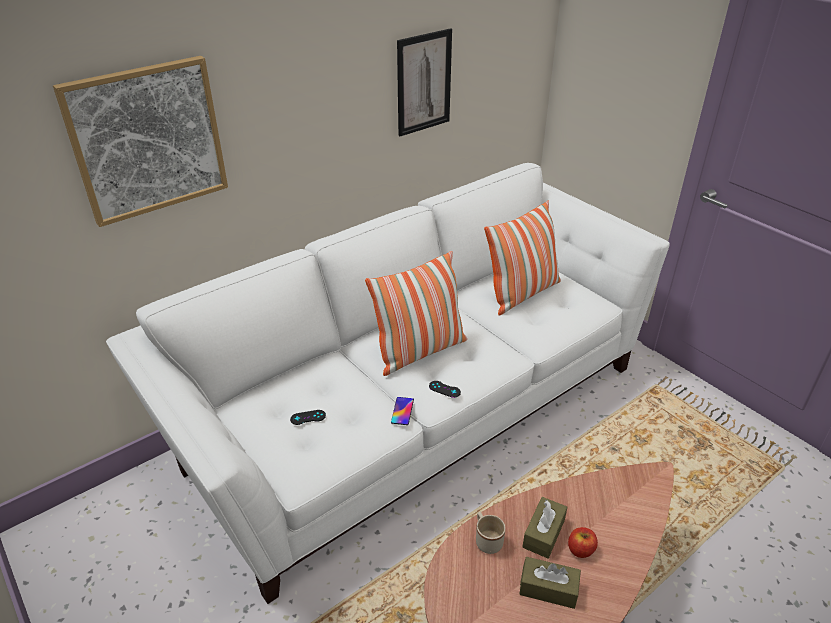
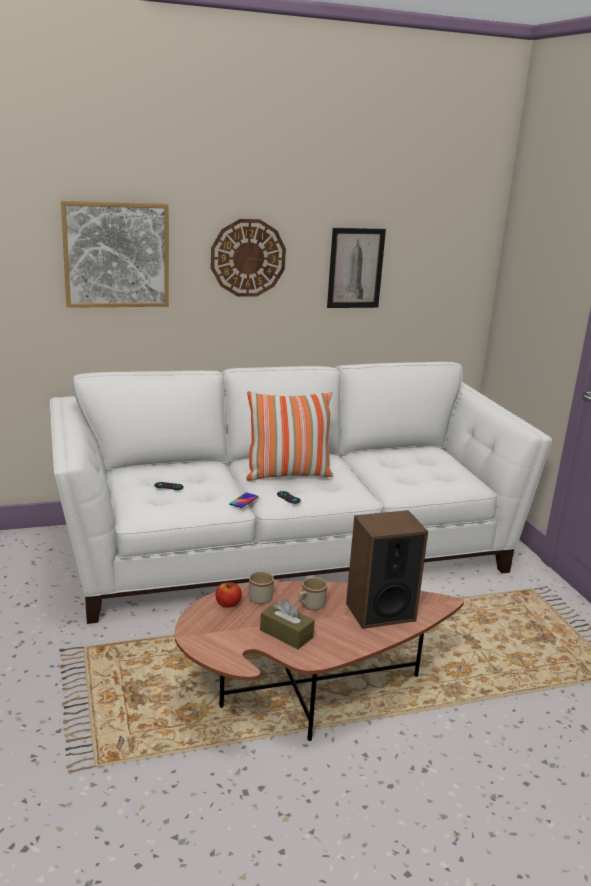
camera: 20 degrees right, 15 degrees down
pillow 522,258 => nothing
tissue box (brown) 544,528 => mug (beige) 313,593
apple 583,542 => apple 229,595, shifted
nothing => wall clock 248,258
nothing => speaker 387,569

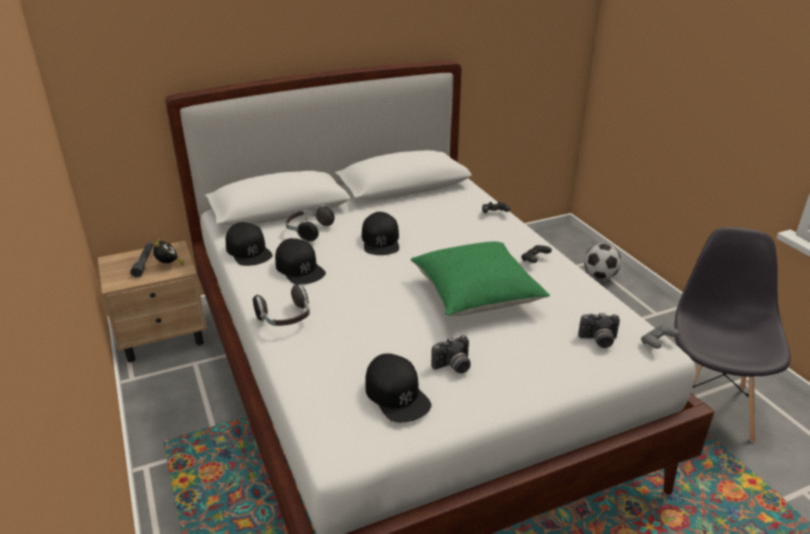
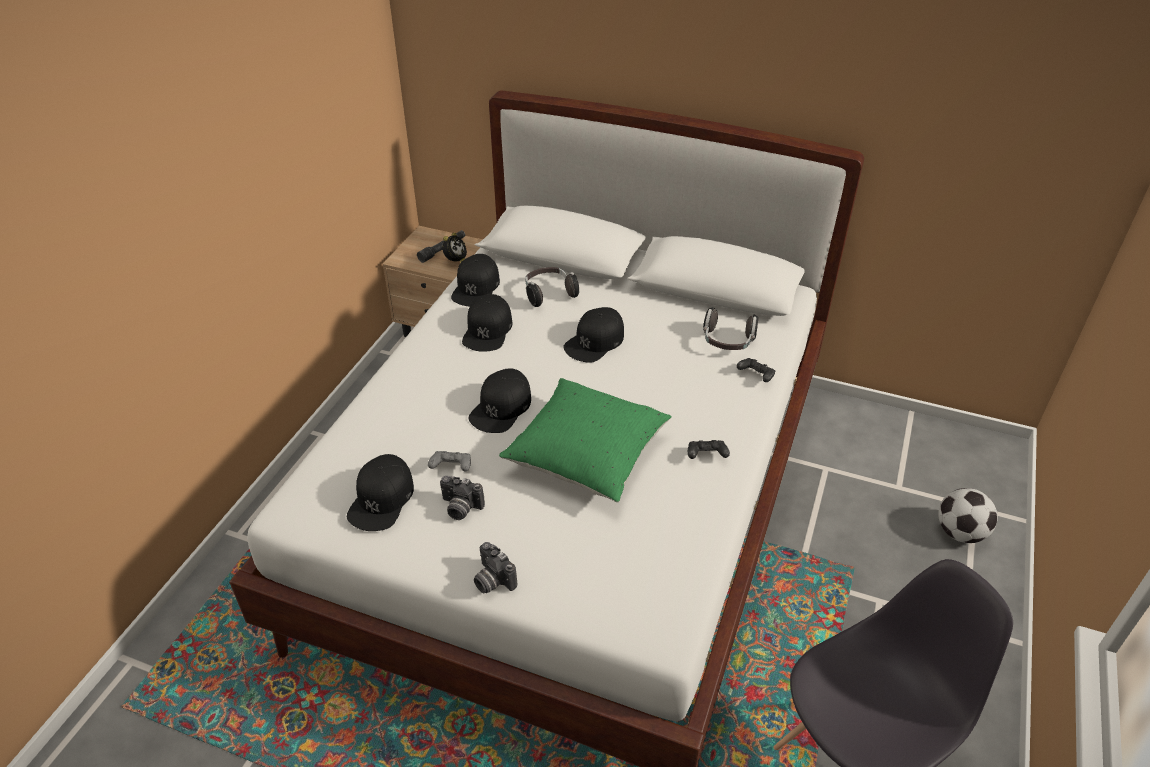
camera: 45 degrees right, 10 degrees up
headphones 281,305 => headphones 730,328, shifted
photo camera 599,330 => photo camera 495,567, shifted
game controller (grey) 660,337 => game controller (grey) 449,461, shifted
nothing => cap (black) 500,400

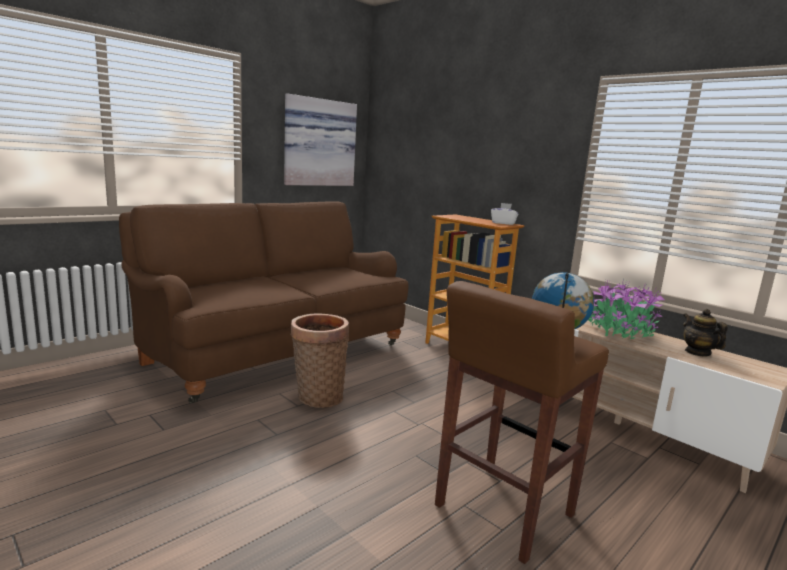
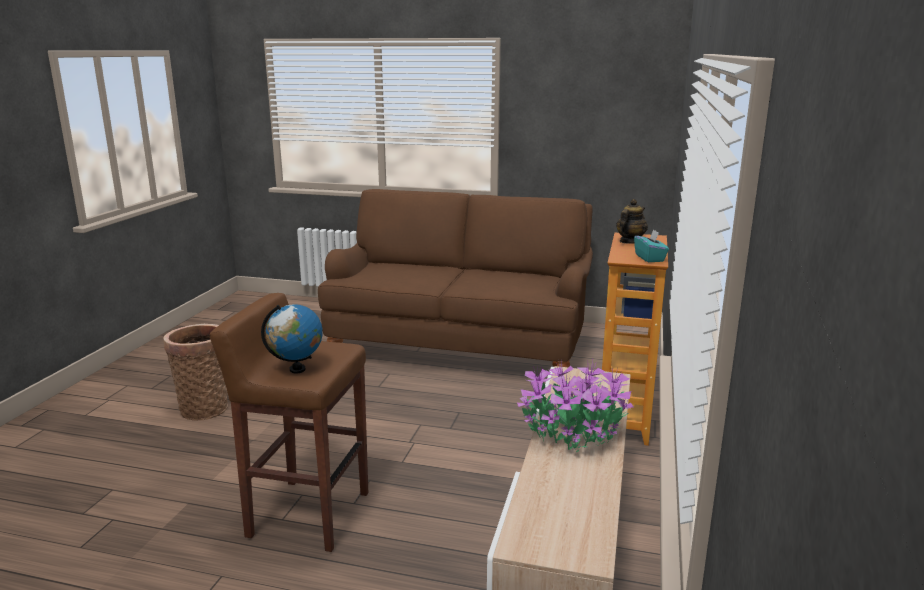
camera: 60 degrees right, 5 degrees up
picture 320,139 => nothing
basket 320,360 => basket 195,372, shifted
tissue box (white) 505,214 => tissue box (turquoise) 651,245
teapot 705,332 => teapot 632,221, shifted

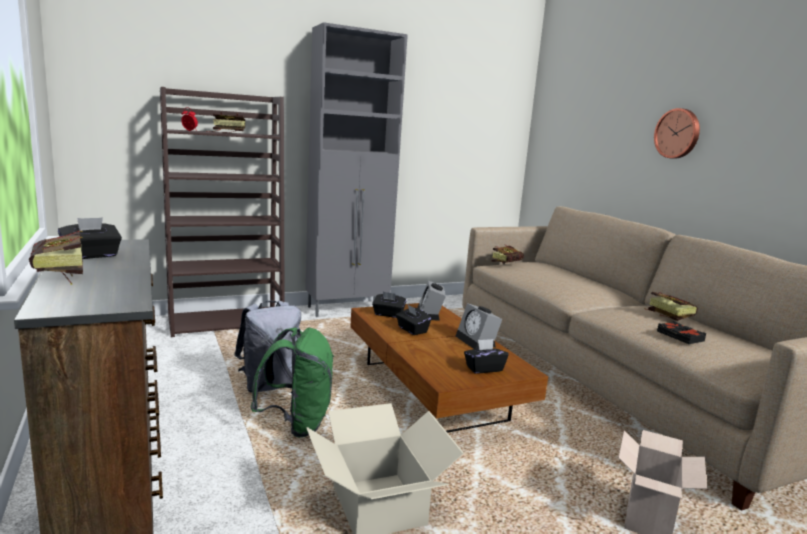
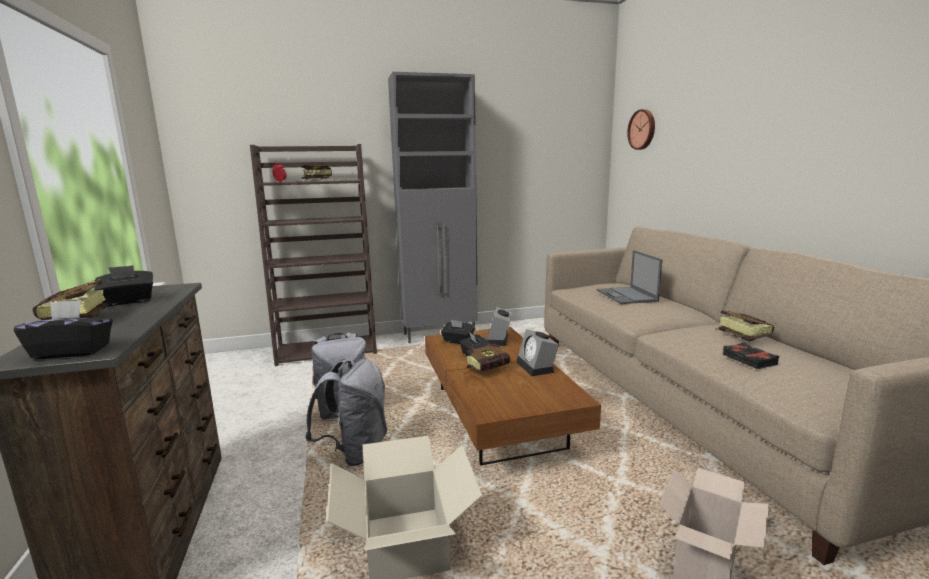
camera: 10 degrees right, 0 degrees up
backpack (green) 292,382 => backpack (grey) 346,412
tissue box (black) 486,356 => tissue box (black) 63,329, shifted
book 508,254 => book 488,357, shifted
wall clock 677,133 => wall clock 641,129, shifted
nothing => laptop 630,277

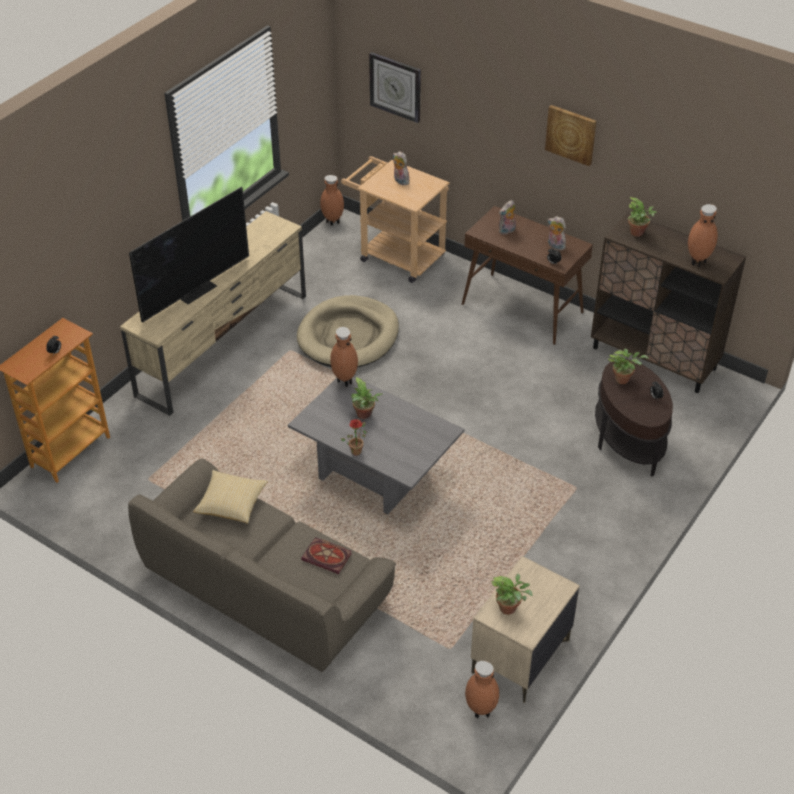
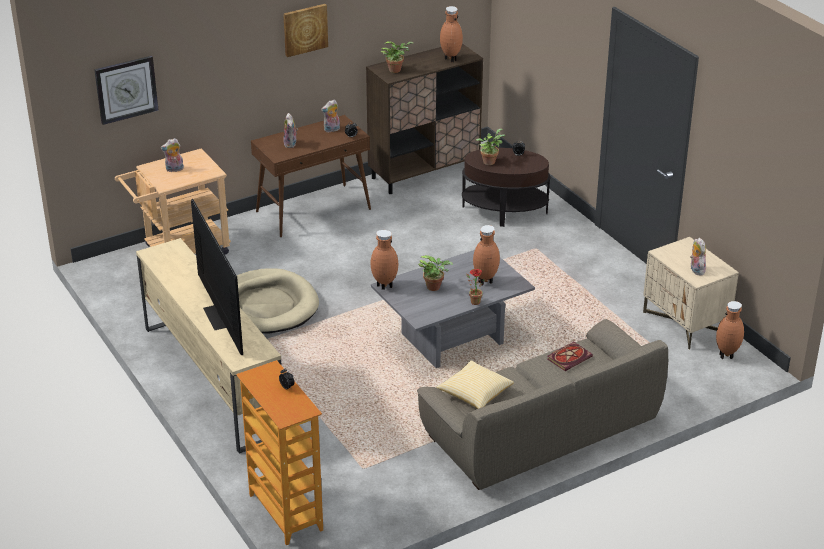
camera: 65 degrees left, 10 degrees down
vase (brown) 332,200 => vase (brown) 486,255, shifted
potted plant 512,594 => plush toy 698,257

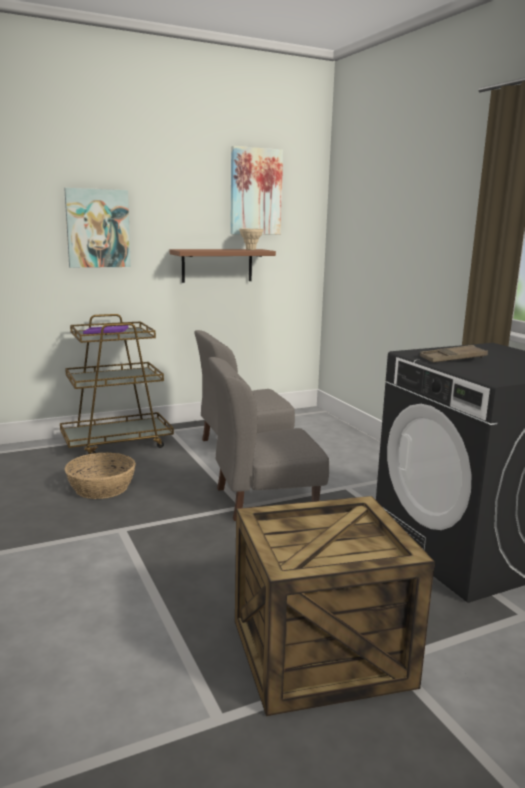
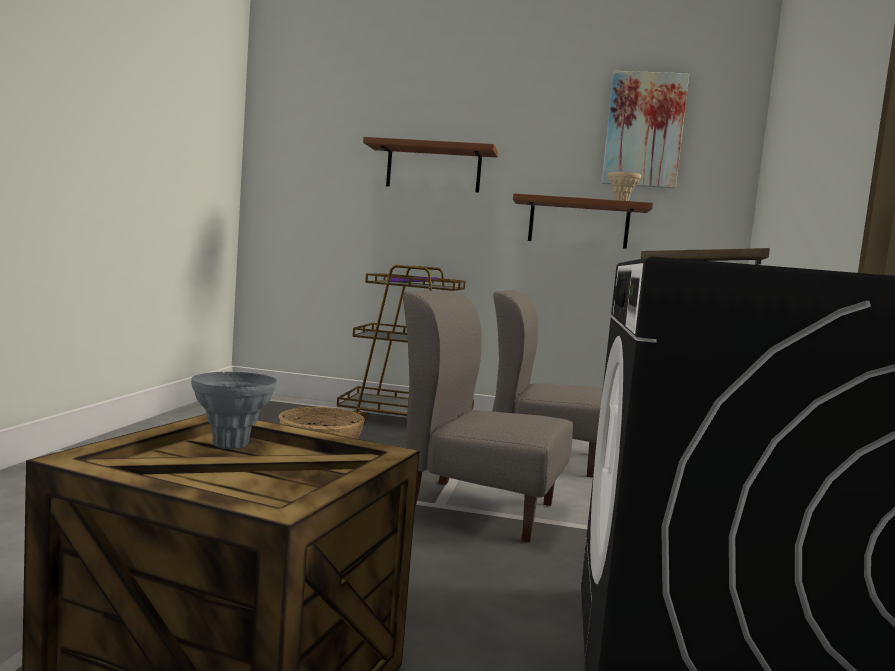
camera: 35 degrees right, 10 degrees down
picture 97,228 => shelf (brown) 430,165
nothing => vase (grey) 234,410

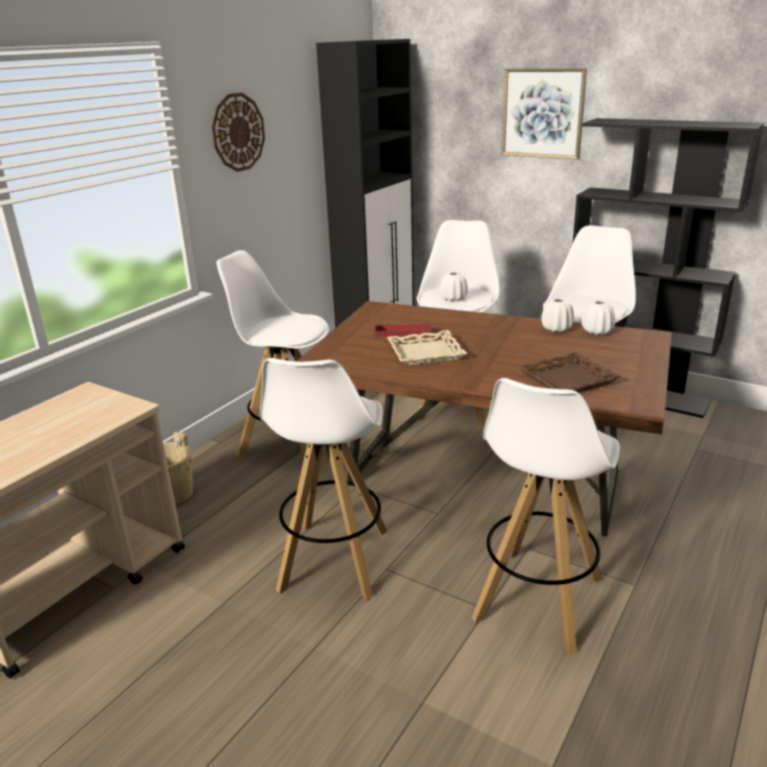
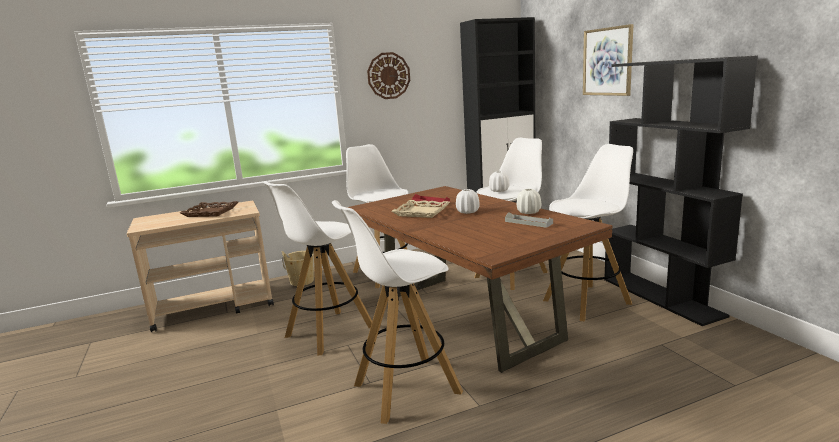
camera: 35 degrees right, 10 degrees down
tray (brown) 570,372 => tray (brown) 209,209, shifted
vase (white) 598,318 => vase (white) 468,201, shifted
nothing => tray (grey) 529,220

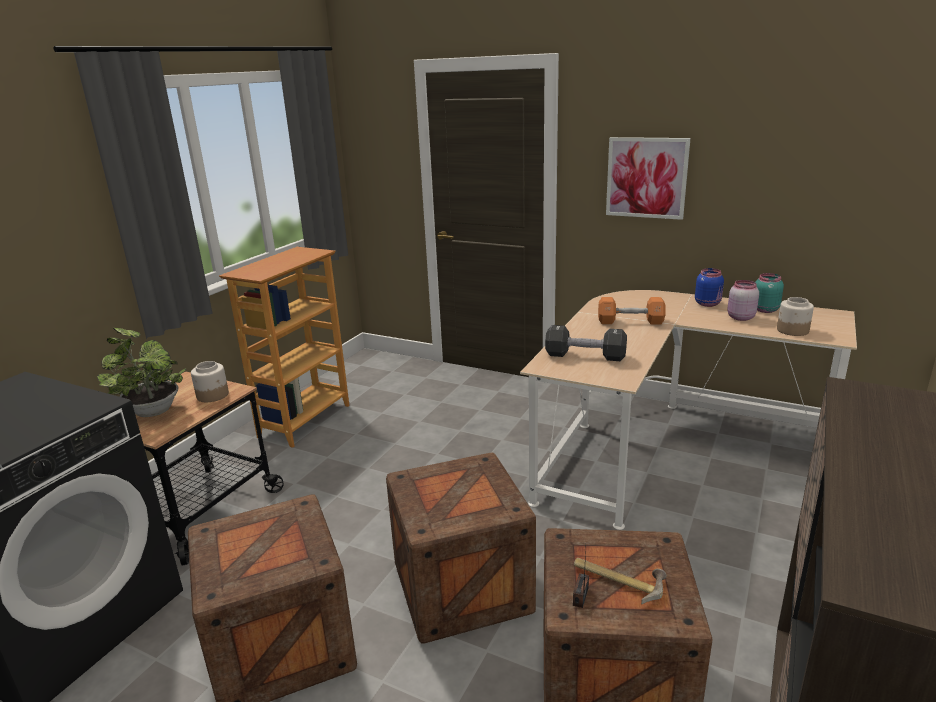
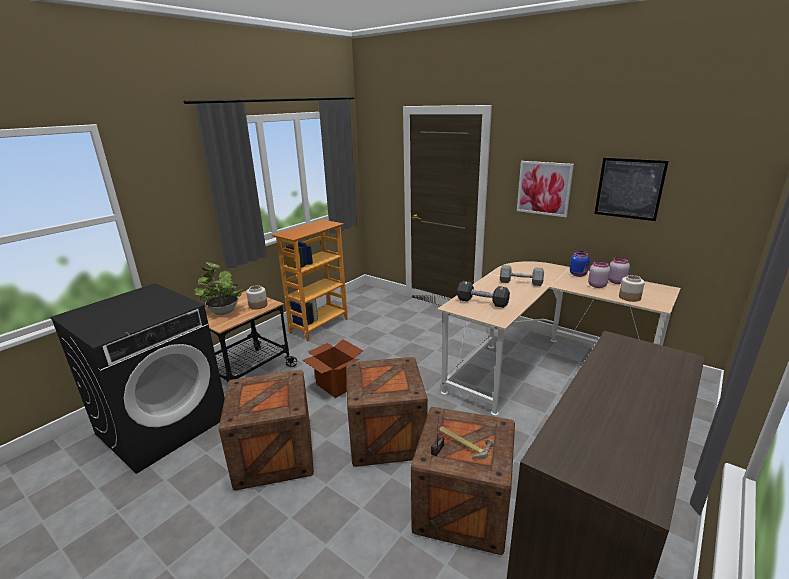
camera: 10 degrees right, 0 degrees up
dumbbell (orange) 632,311 => dumbbell (grey) 522,275
jar (turquoise) 769,293 => jar (pink) 619,270
nothing => cardboard box 332,368
nothing => picture 631,189

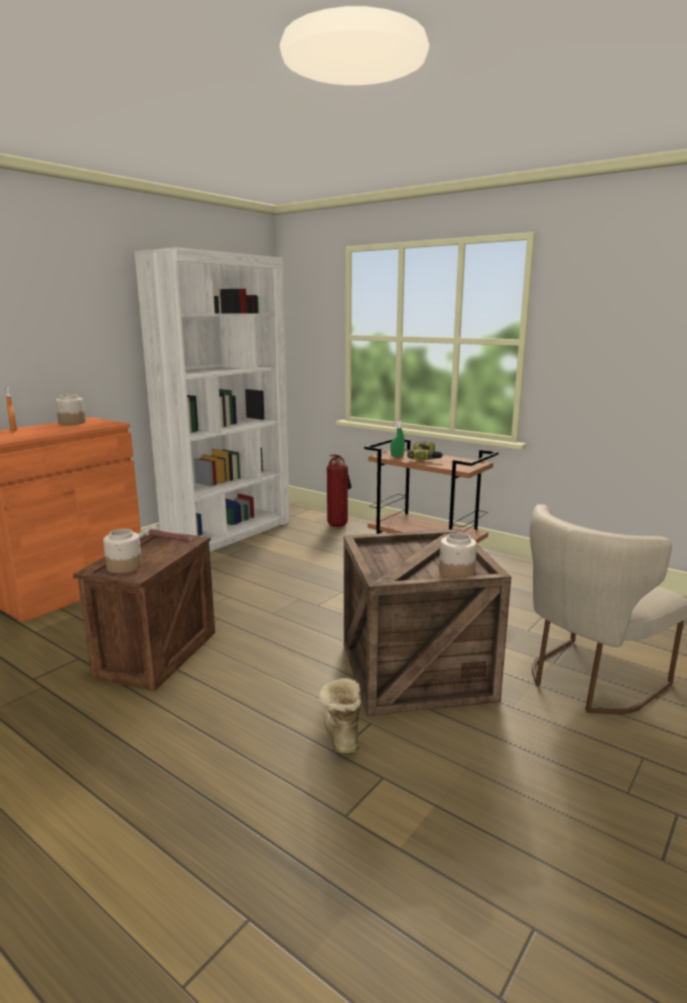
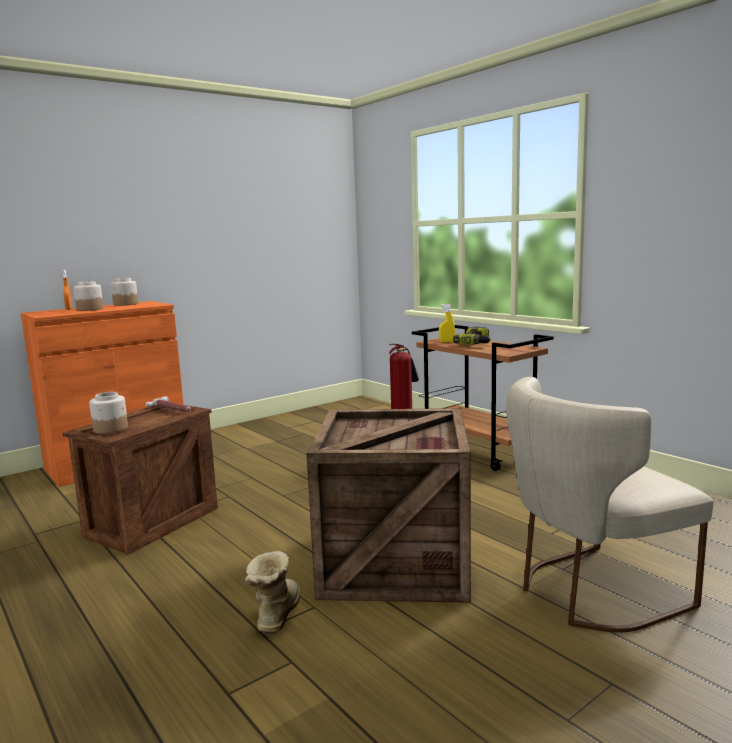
camera: 15 degrees right, 5 degrees down
bookcase (white) 212,399 => nothing
spray bottle (green) 398,439 => spray bottle (yellow) 447,323
jar 458,555 => jar 88,296, shifted

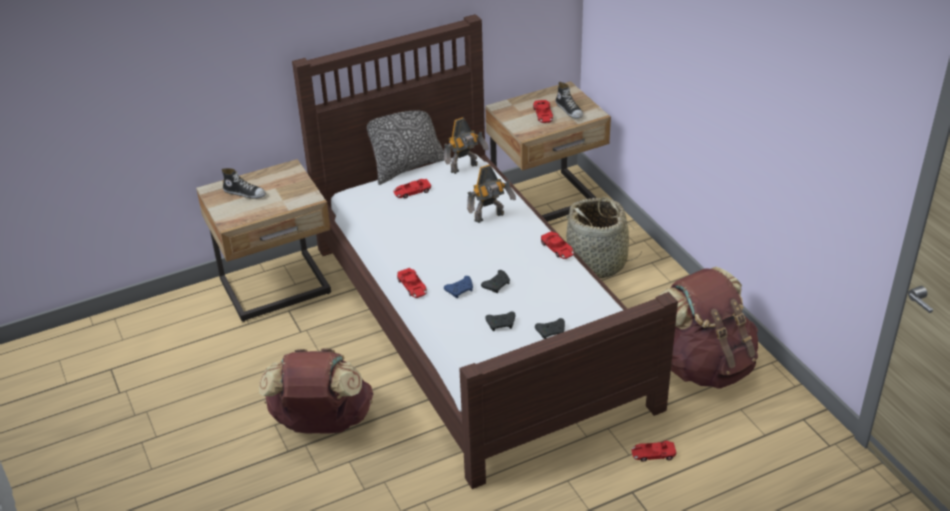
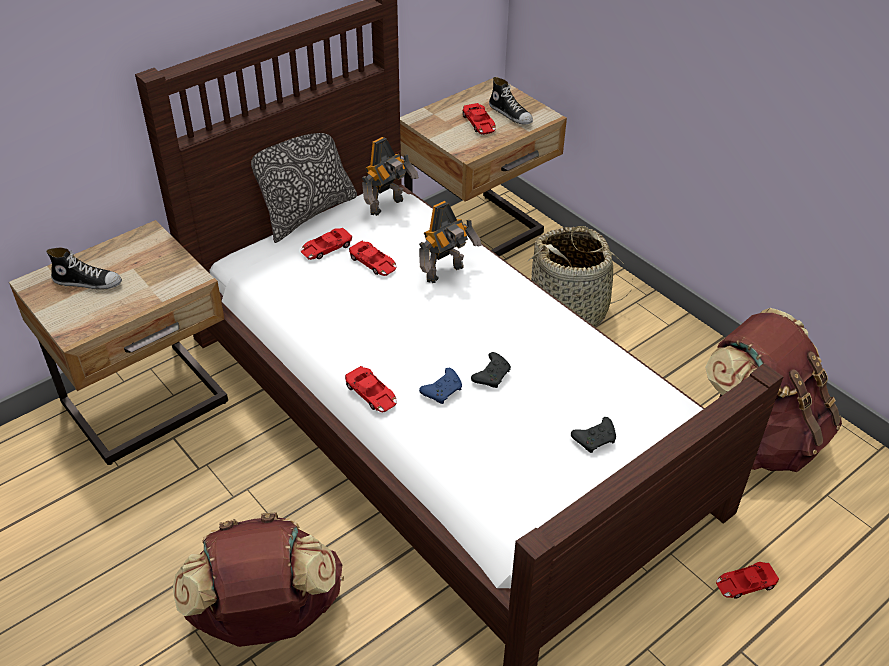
camera: 15 degrees left, 5 degrees up
game controller (black) 500,321 => nothing
toy car (red) 557,245 => toy car (red) 373,258, shifted

